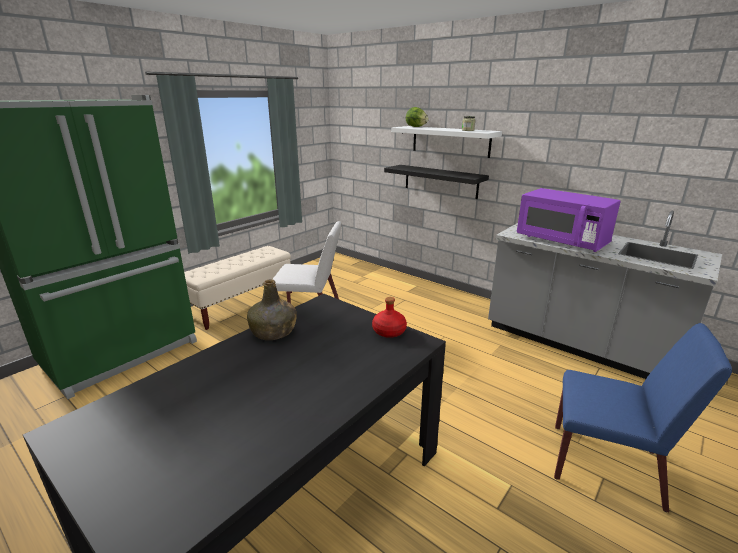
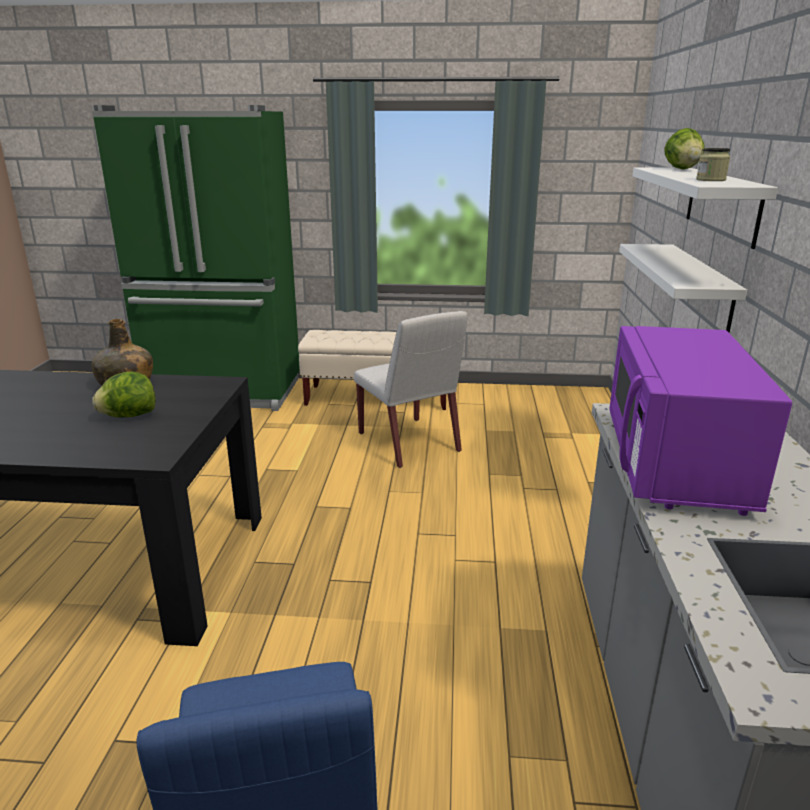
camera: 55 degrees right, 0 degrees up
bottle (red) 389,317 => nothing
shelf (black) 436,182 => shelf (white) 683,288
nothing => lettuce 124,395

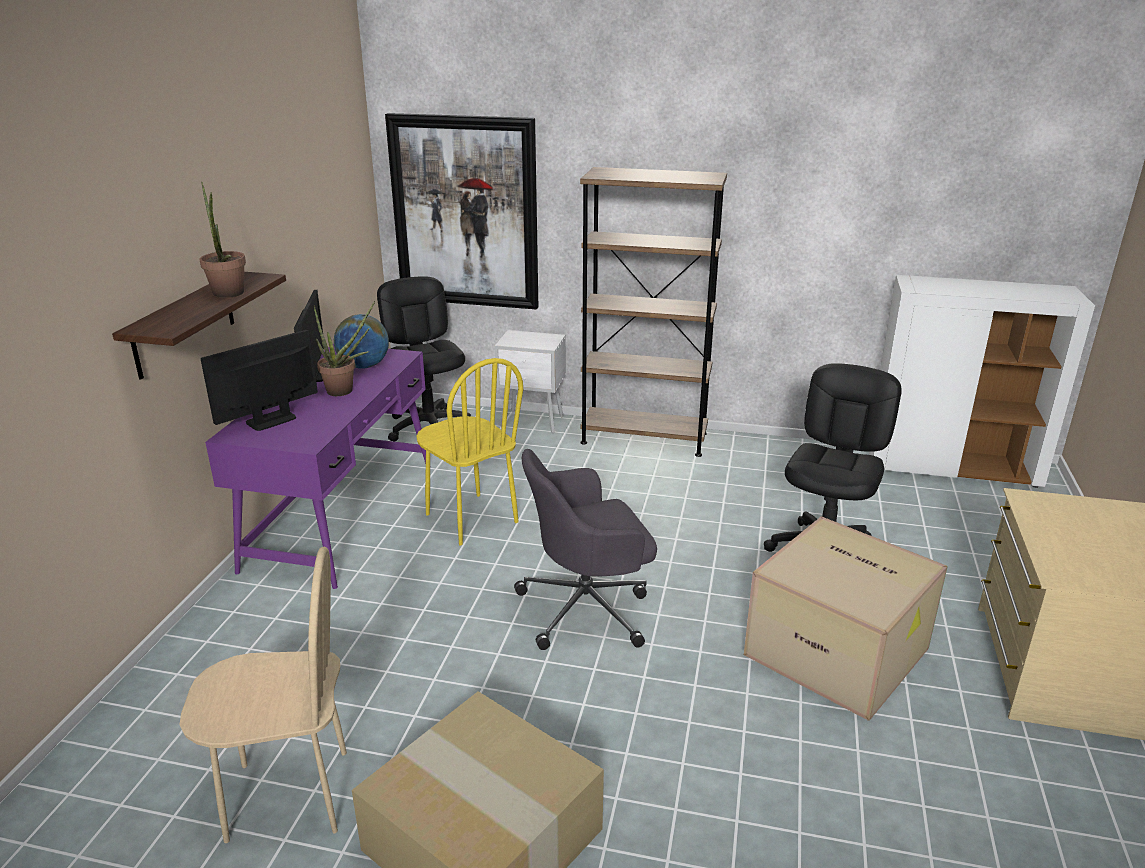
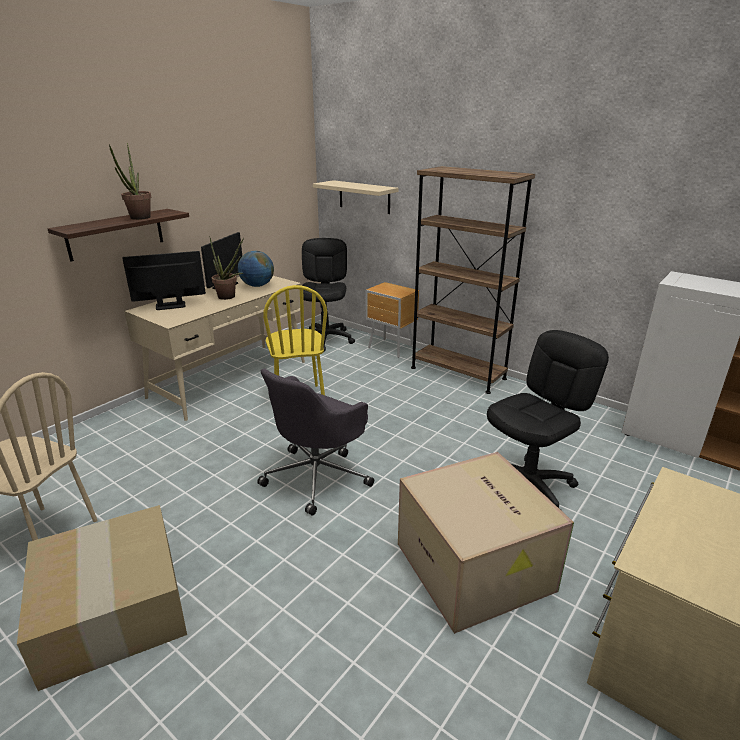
camera: 25 degrees right, 0 degrees up
desk (purple) 318,466 => desk (beige) 214,348
picture 461,211 => shelf (beige) 356,197
nightstand (white) 530,381 => nightstand (brown) 392,320
office chair (grey) 585,549 => office chair (grey) 315,442, 60 degrees counterclockwise

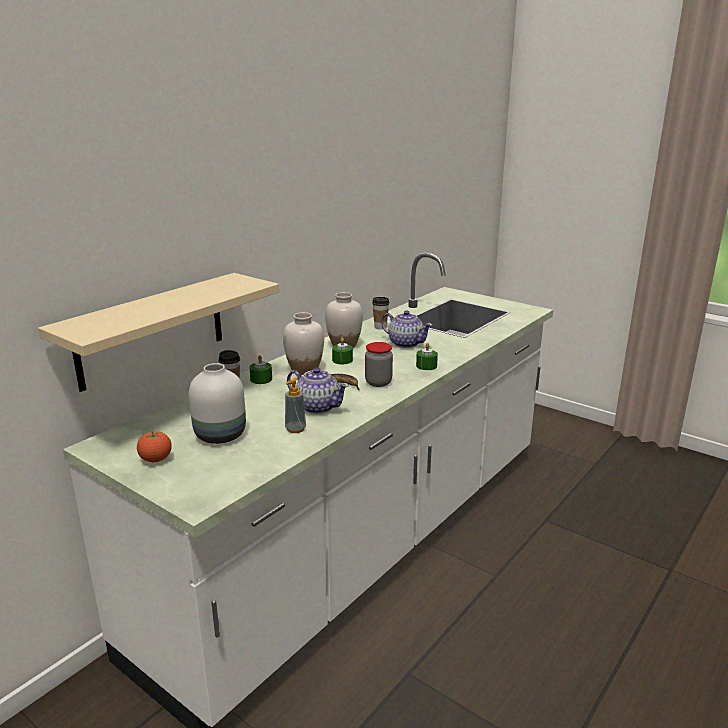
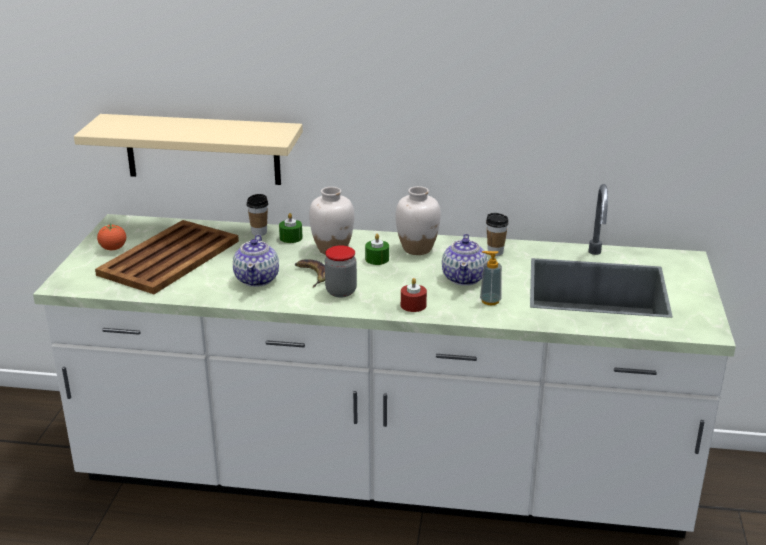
camera: 60 degrees right, 5 degrees up
vase (white) 217,403 => tray (brown) 167,257
soap dispenser 295,405 => soap dispenser 491,278, shifted
candle (green) 427,356 => candle (red) 414,295

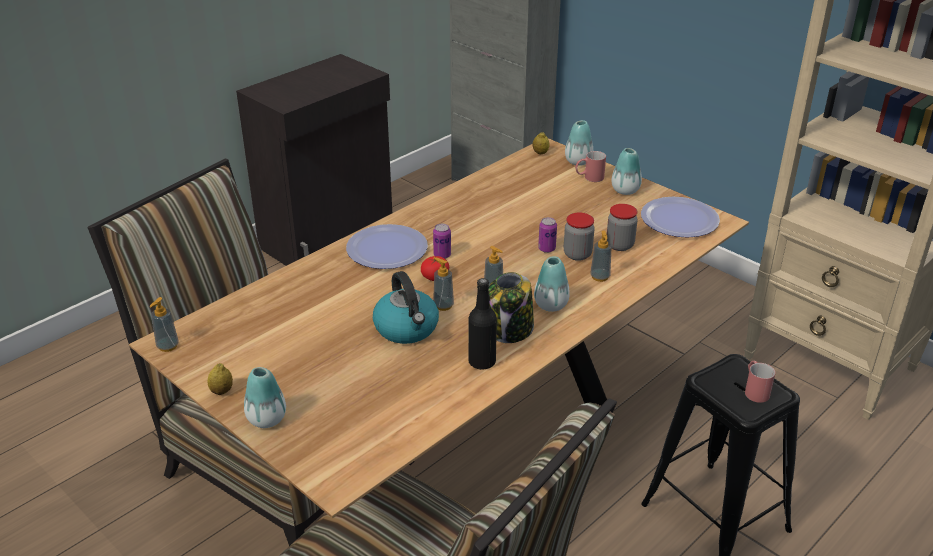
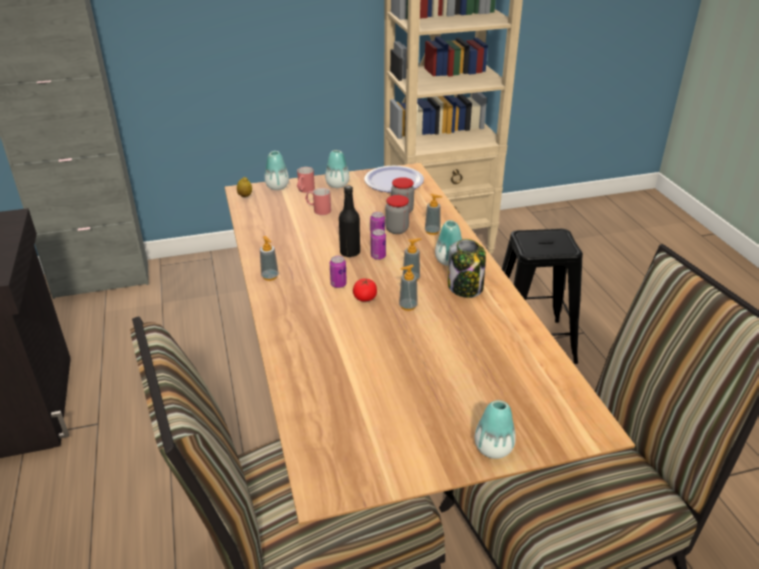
camera: 60 degrees left, 0 degrees up
soap dispenser 164,324 => soap dispenser 269,258, shifted
lemon 220,379 => nothing
plate 387,246 => nothing
kettle 406,307 => nothing
bottle (black) 482,324 => bottle (black) 349,222, shifted
mug (red) 760,382 => mug (red) 318,201, shifted
nothing => can 378,244

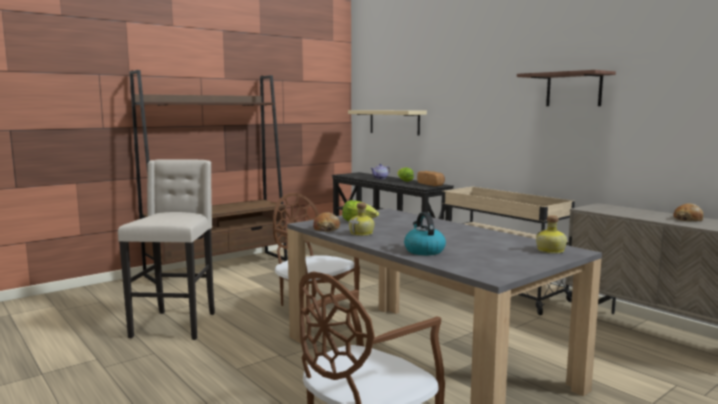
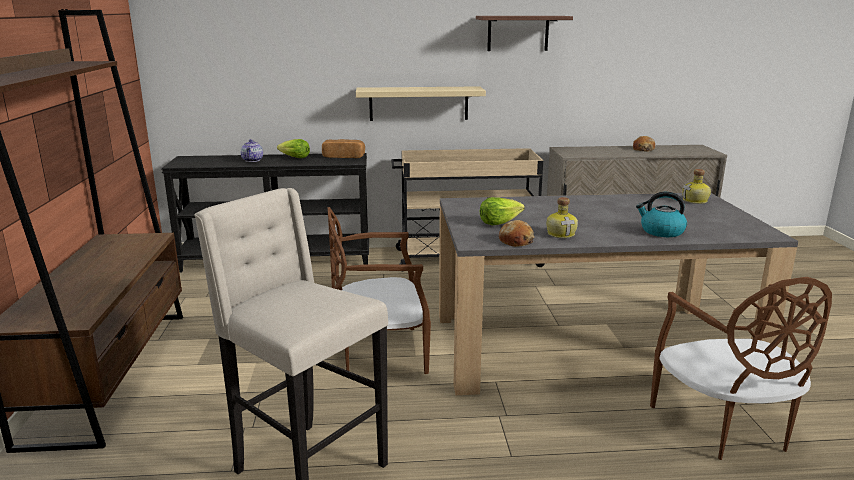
camera: 55 degrees left, 10 degrees up
shelf (beige) 387,122 => shelf (beige) 421,103, shifted

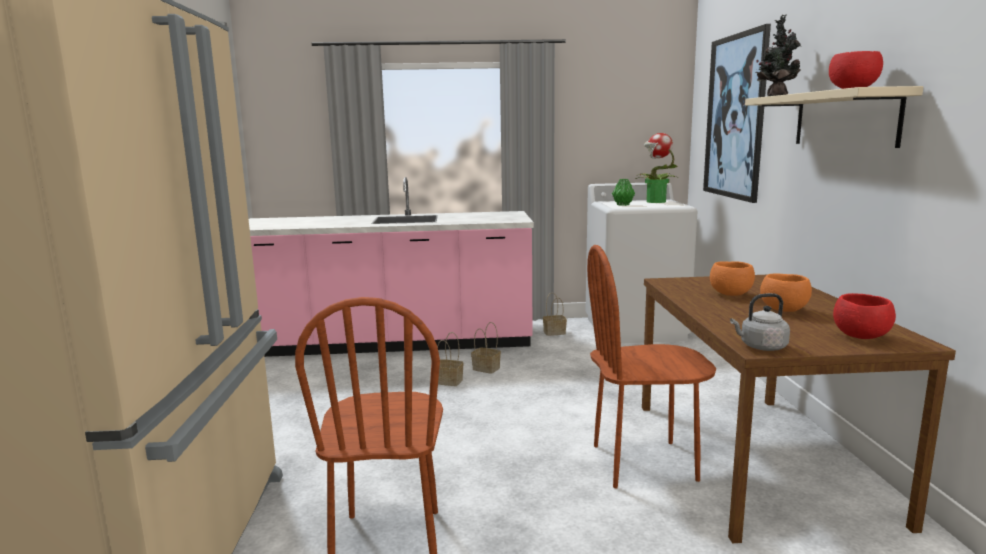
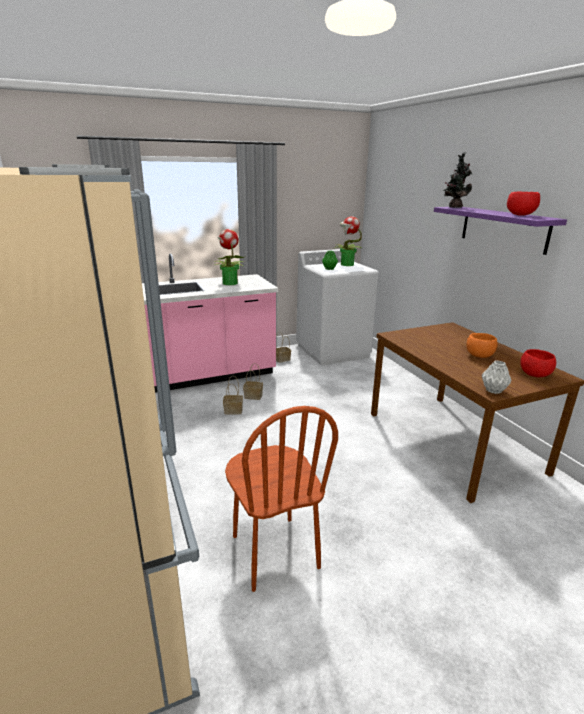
camera: 20 degrees left, 10 degrees up
chair (brown) 652,366 => nothing
picture 737,113 => nothing
bowl (orange) 732,278 => nothing
kettle (grey) 760,322 => vase (grey) 497,377
shelf (beige) 834,117 => shelf (purple) 500,231
nothing => potted plant 229,257

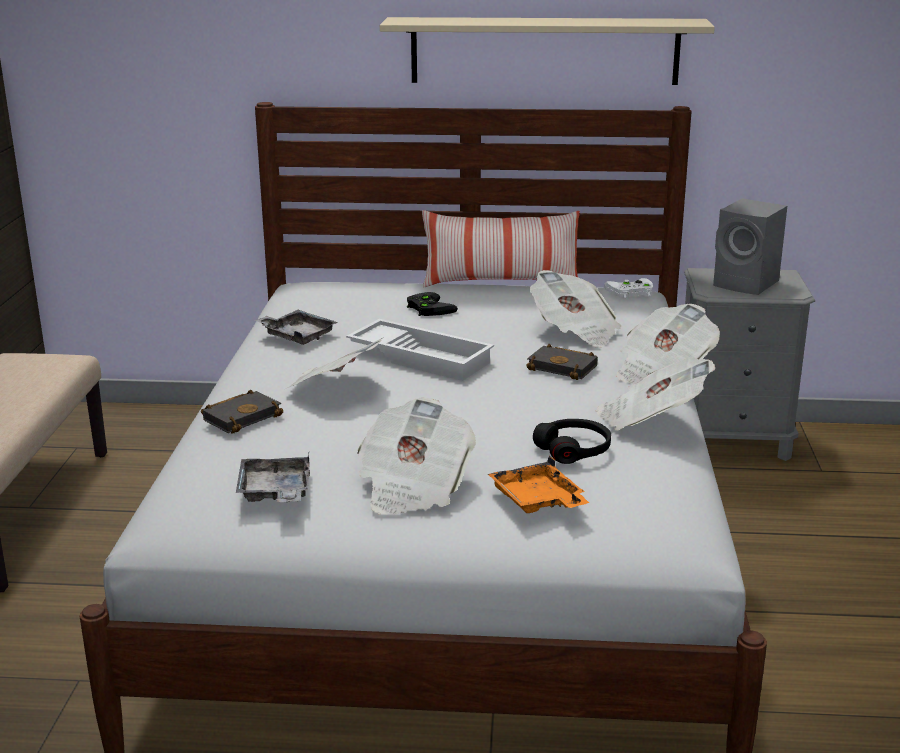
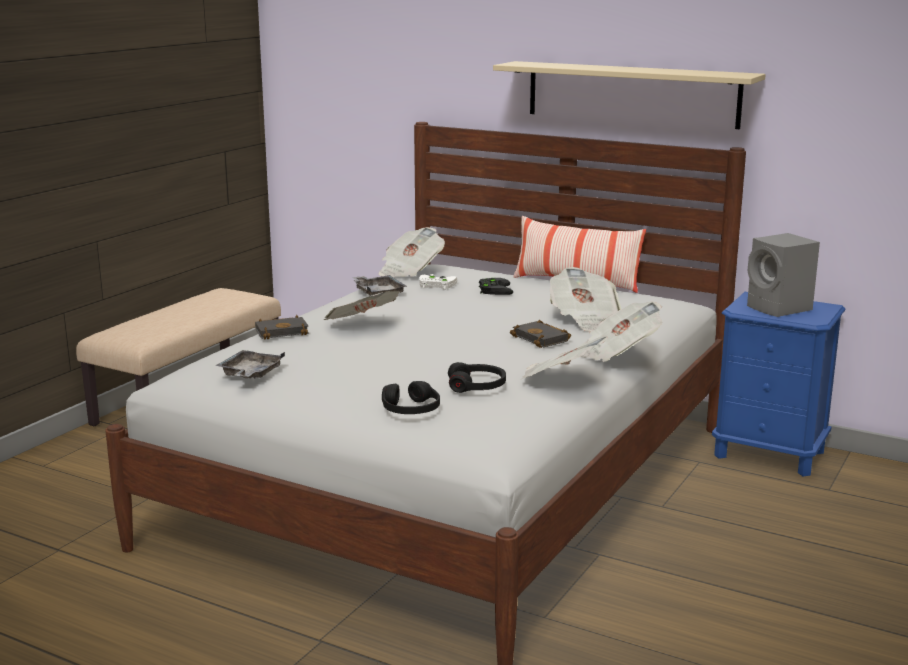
camera: 25 degrees right, 5 degrees down
tray (white) 420,350 => nothing
newspaper 416,456 => newspaper 412,252, shifted
tray (orange) 538,484 => headphones (black) 411,397
game controller (white) 628,288 => game controller (white) 438,282, shifted
nightstand (grey) 749,364 => nightstand (blue) 778,384

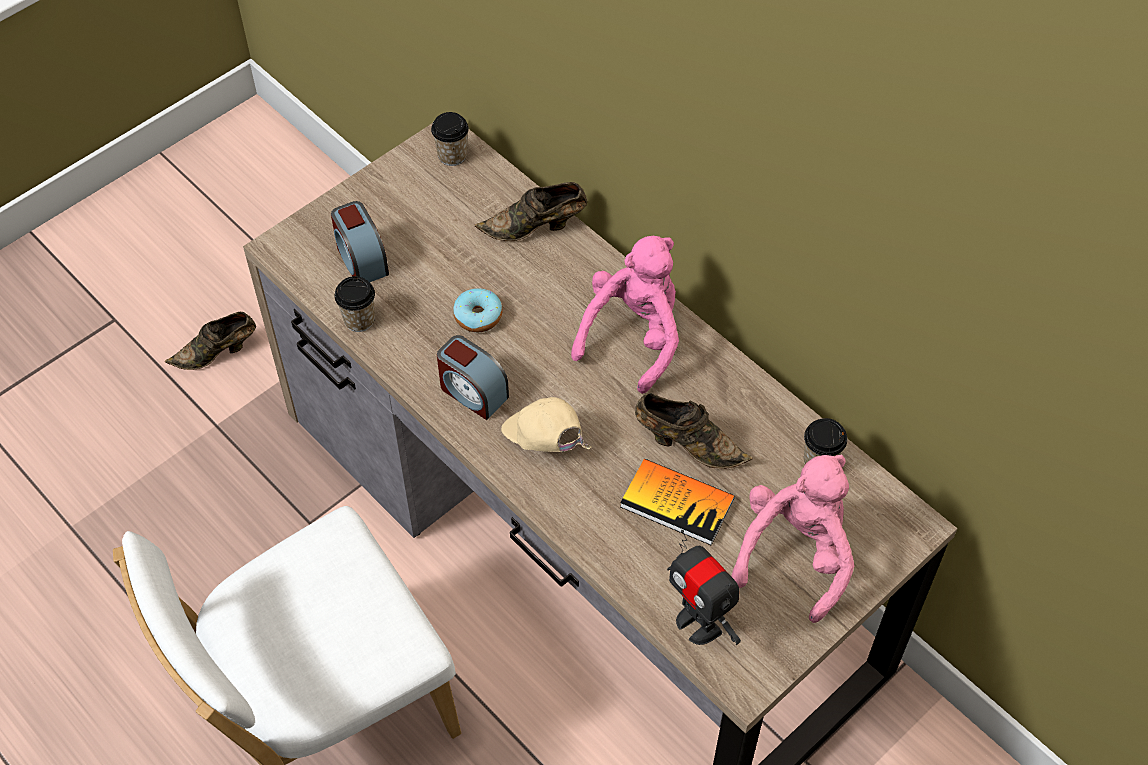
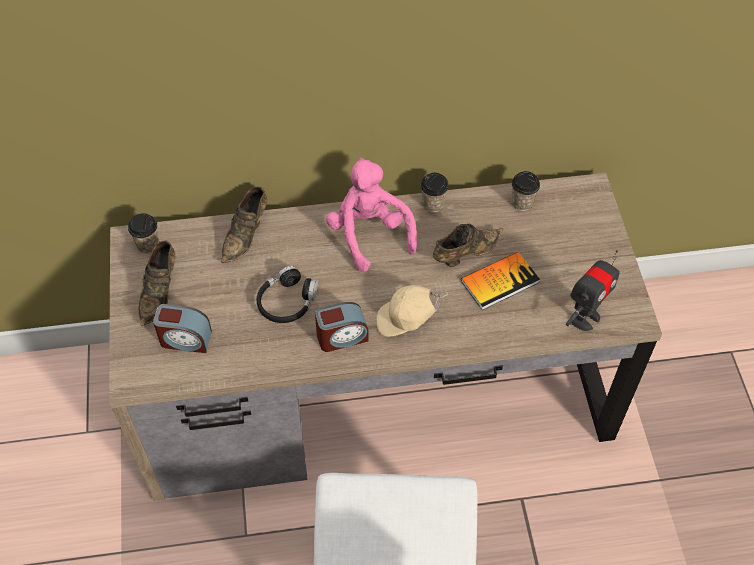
camera: 55 degrees left, 0 degrees up
shoe (brown) 210,341 => shoe (brown) 156,283, shifted
cup 354,304 => cup 435,192, shifted
donut 478,310 => headphones (black) 287,294
toy robot 704,587 => toy robot 592,290, 45 degrees counterclockwise
plush toy (pink) 792,539 => nothing

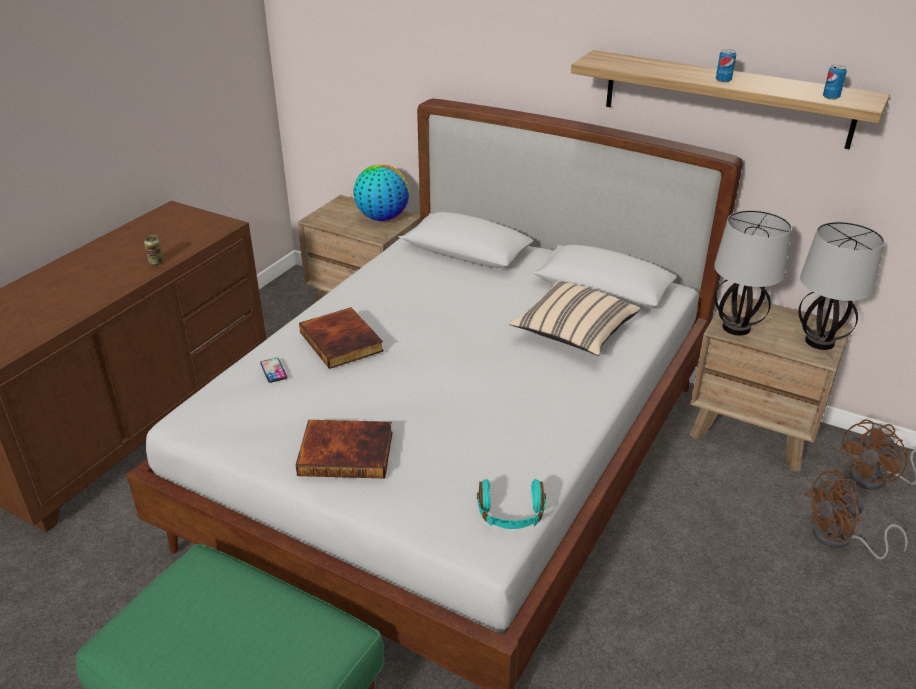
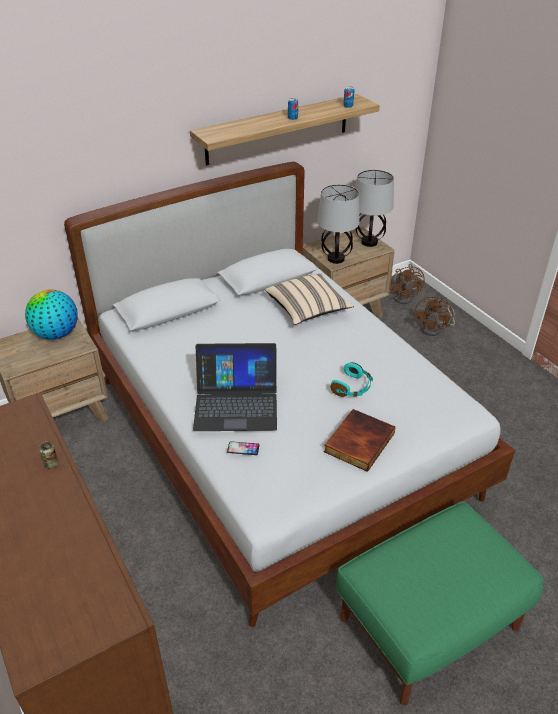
camera: 60 degrees left, 5 degrees up
book 341,338 => laptop 235,387
headphones (turquoise) 511,504 => headphones (turquoise) 352,379, shifted

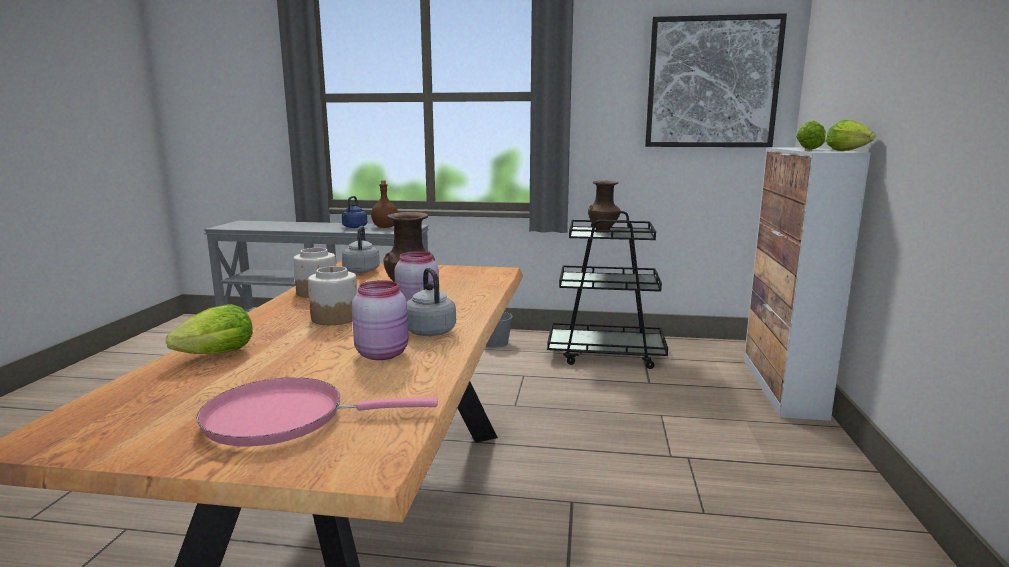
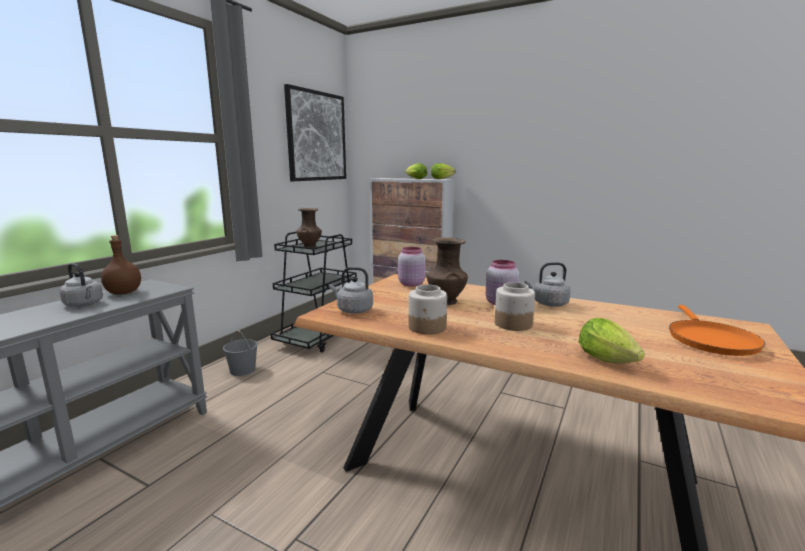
camera: 70 degrees left, 0 degrees up
frying pan (pink) 317,411 => frying pan (orange) 717,330
kettle (blue) 354,212 => kettle (grey) 81,285
jar (pink) 380,320 => jar (pink) 412,267, shifted

